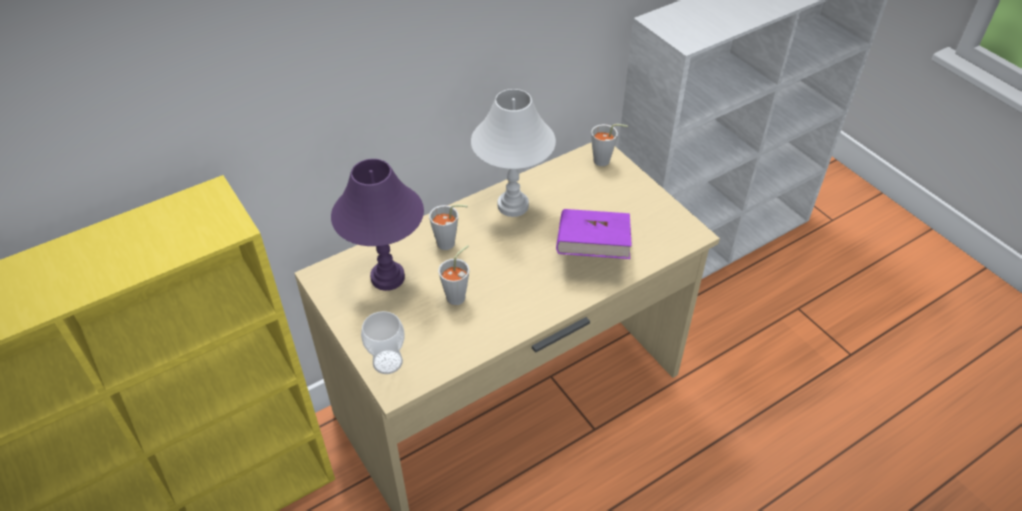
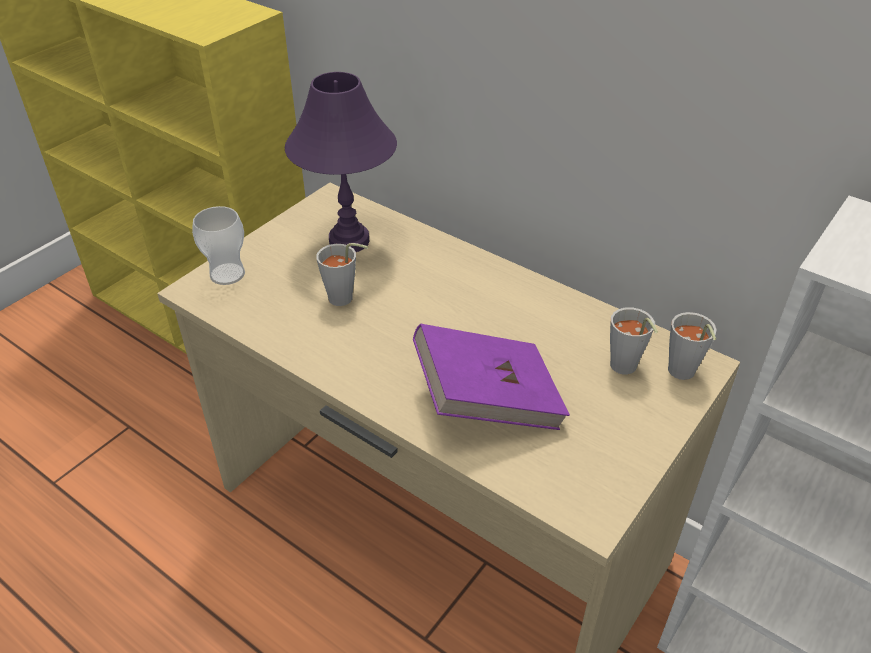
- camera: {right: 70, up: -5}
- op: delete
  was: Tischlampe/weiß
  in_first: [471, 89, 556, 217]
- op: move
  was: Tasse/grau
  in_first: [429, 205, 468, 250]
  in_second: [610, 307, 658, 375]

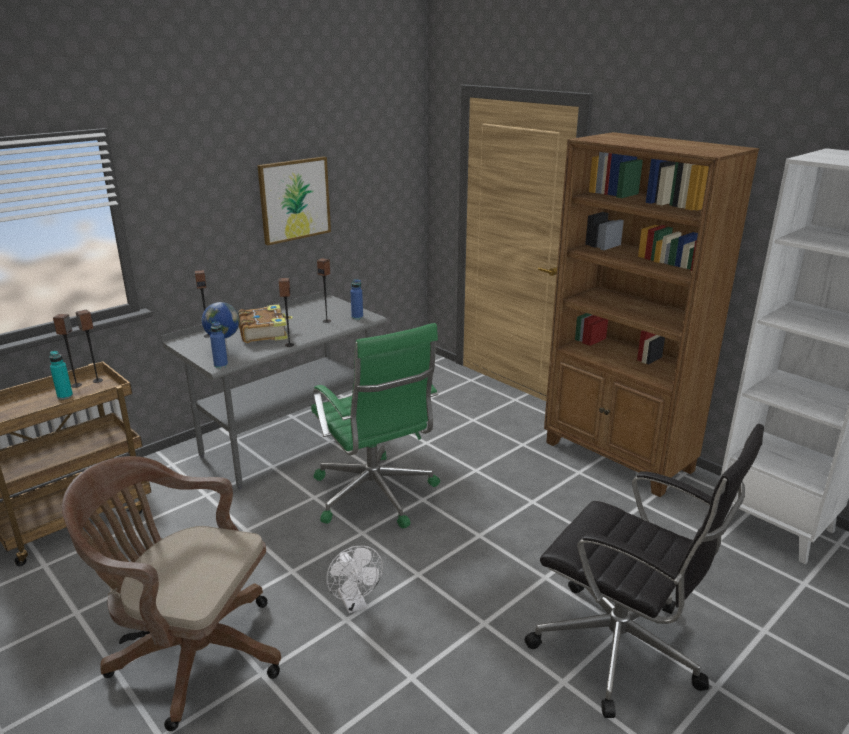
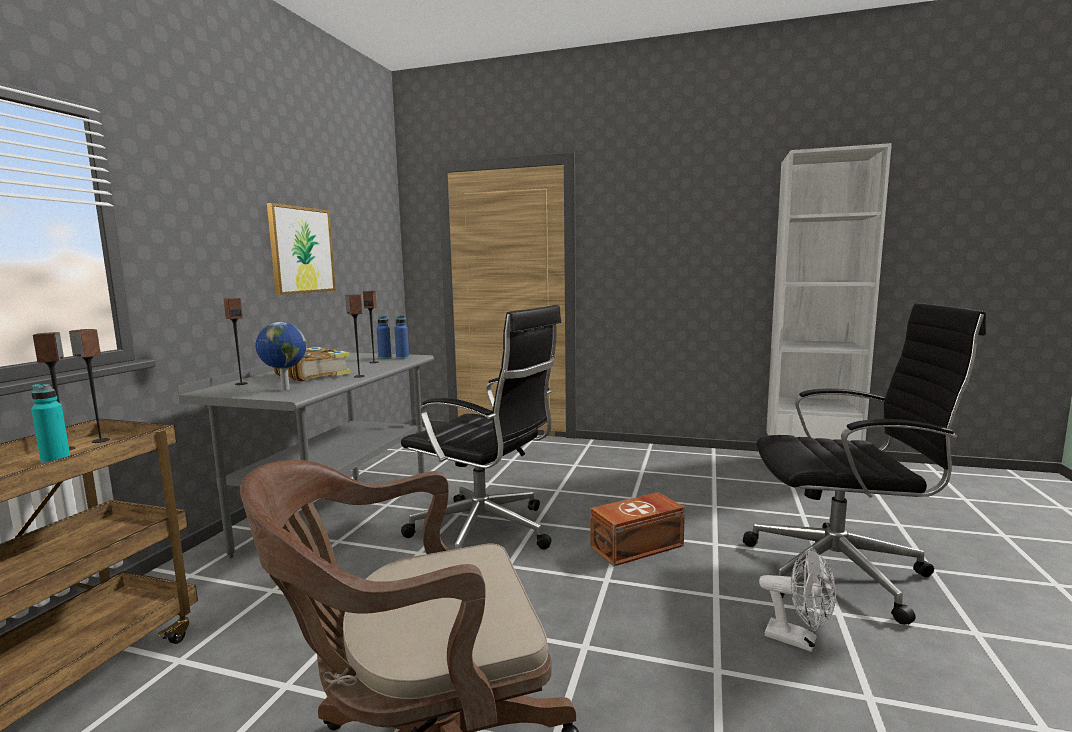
- camera: {right: -30, up: -15}
- op: delete
  was: Bücherregal/braun
  in_first: [544, 132, 759, 497]
- op: insert
  now: Aufbewahrungsbox/braun
  in_second: [590, 492, 685, 566]
- op: move
  was: Flasche/blau
  in_first: [210, 322, 228, 368]
  in_second: [377, 316, 391, 359]
- op: move
  was: Ventilator/weiß
  in_first: [326, 546, 383, 613]
  in_second: [759, 548, 836, 652]
- op: recolor
  was: Bürostuhl/grün
  now: Bürostuhl/schwarz
  in_first: [311, 323, 440, 528]
  in_second: [401, 305, 561, 549]

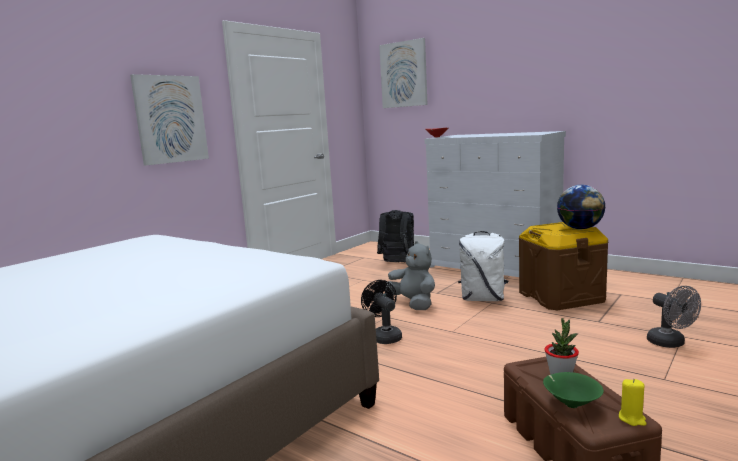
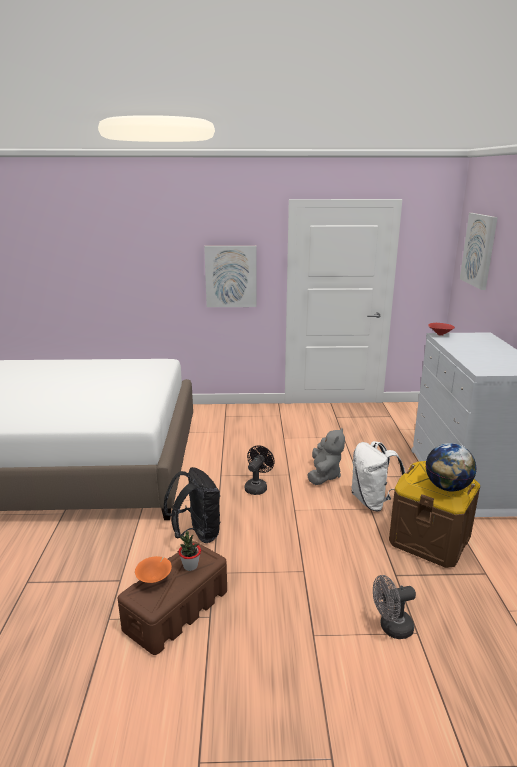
- camera: {right: 50, up: 10}
- op: delete
  was: Kerze/gelb
  in_first: [619, 379, 646, 426]
- op: move
  was: Rucksack/schwarz
  in_first: [377, 210, 414, 262]
  in_second: [163, 467, 220, 543]
- op: recolor
  was: Schüssel/grün
  now: Schüssel/orange
  in_first: [543, 372, 604, 408]
  in_second: [135, 556, 172, 583]
- op: rotate
  was: Ventilator/grau
  in_first: [647, 286, 701, 348]
  in_second: [373, 575, 416, 639]
  clockwise: 45

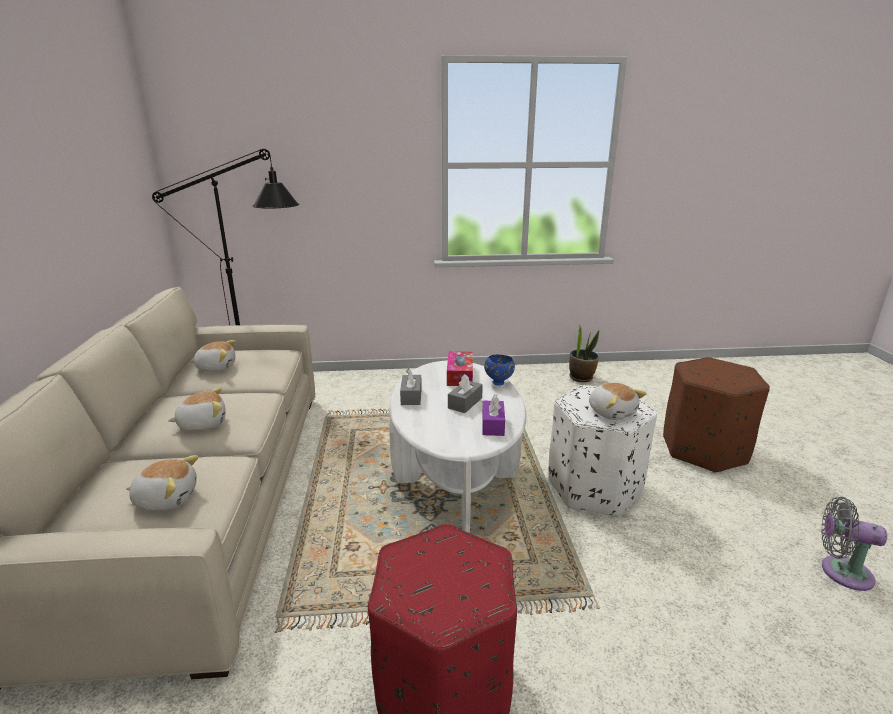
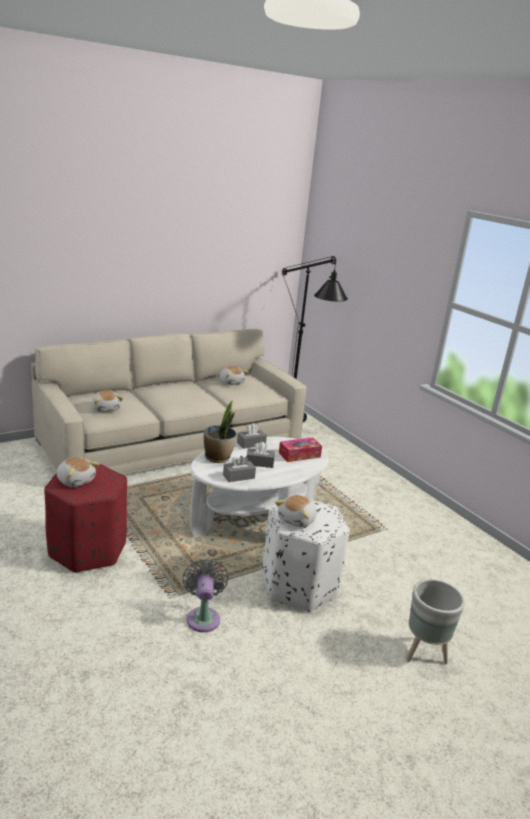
- camera: {right: 60, up: 0}
- op: delete
  was: Schüssel/blau
  in_first: [484, 355, 515, 385]
- op: move
  was: Plüschtier
  in_first: [168, 388, 226, 431]
  in_second: [56, 457, 100, 487]
- op: move
  was: Topfpflanze
  in_first: [569, 324, 599, 382]
  in_second: [204, 400, 237, 463]
- op: move
  was: Ventilator/grau
  in_first: [821, 497, 887, 591]
  in_second: [182, 558, 229, 632]
- op: replace
  was: Polsterhocker/braun
  now: Pflanzkübel/grau
  in_first: [663, 357, 770, 473]
  in_second: [406, 579, 465, 664]
- op: recolor
  was: Taschentuchbox/lila
  now: Taschentuchbox/grau
  in_first: [482, 394, 505, 436]
  in_second: [223, 456, 256, 482]

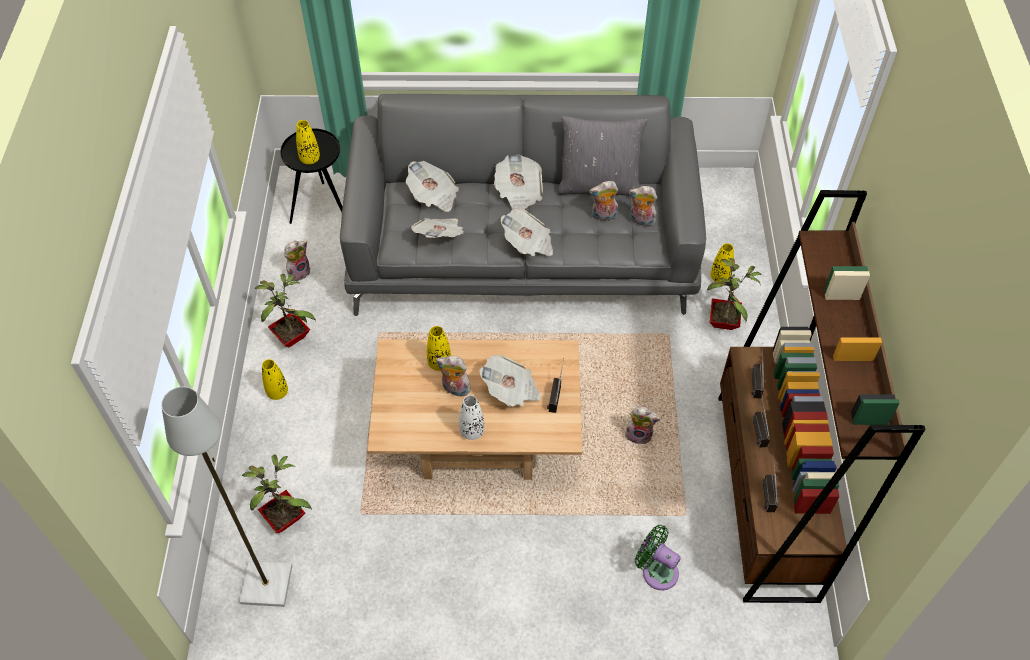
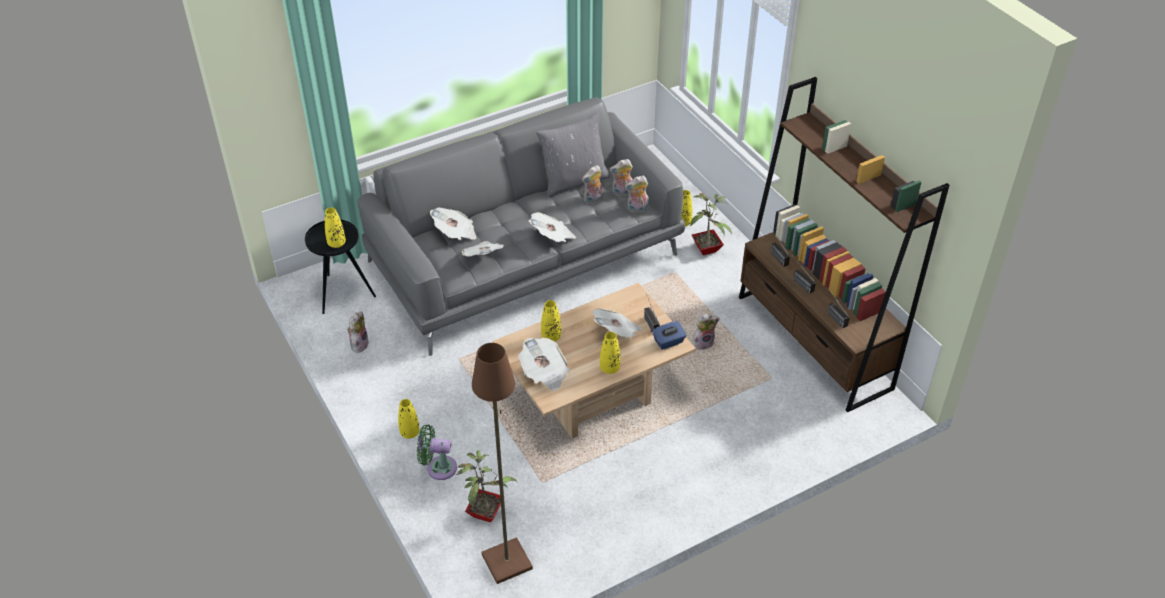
- camera: {right: -30, up: -10}
- op: delete
  was: Topfpflanze
  in_first: [254, 274, 316, 347]
- op: insert
  now: Taschentuchbox/blau
  in_second: [652, 321, 686, 350]
- op: move
  was: Plüschtier
  in_first: [436, 356, 471, 397]
  in_second: [625, 176, 649, 213]
- op: move
  was: Zeitung
  in_first: [494, 154, 543, 210]
  in_second: [518, 338, 570, 391]
- op: move
  was: Ventilator/grün
  in_first: [635, 525, 681, 590]
  in_second: [417, 425, 457, 480]
- op: recolor
  was: Stehlampe/grau
  now: Stehlampe/braun
  in_first: [161, 387, 292, 607]
  in_second: [472, 343, 533, 584]
- op: recolor
  was: Vase/weiß
  now: Vase/gelb
  in_first: [459, 395, 484, 440]
  in_second: [600, 332, 621, 374]

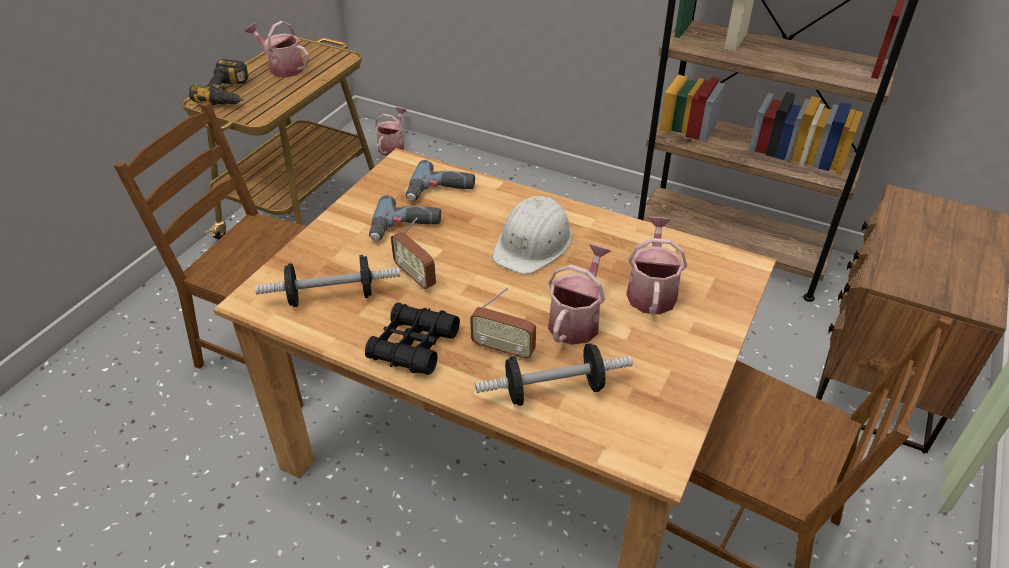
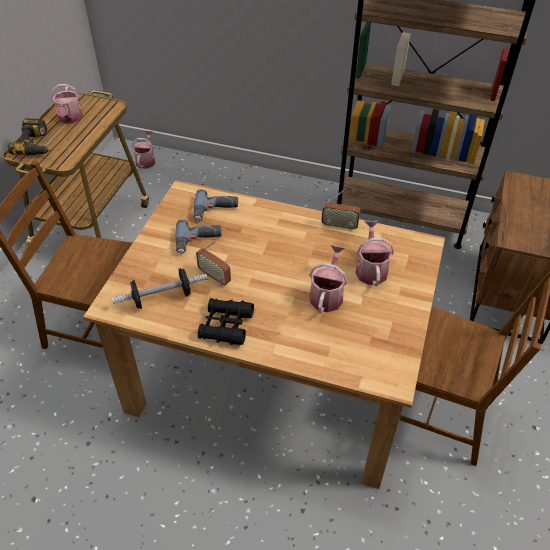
- camera: {right: -10, up: 5}
- op: delete
  was: Hantel
  in_first: [475, 343, 633, 406]
- op: delete
  was: Schutzhelm/weiß
  in_first: [492, 196, 572, 274]
- op: move
  was: Radio
  in_first: [470, 287, 536, 360]
  in_second: [322, 189, 360, 230]
- op: rotate
  was: Gießkanne
  in_first: [245, 21, 309, 78]
  in_second: [51, 84, 83, 124]
  clockwise: -120

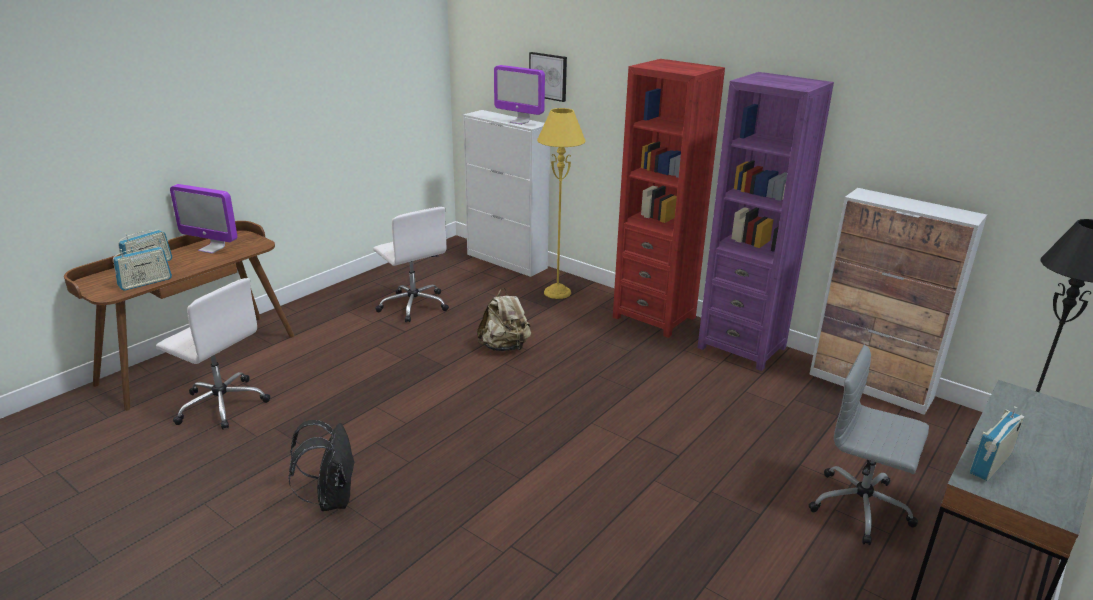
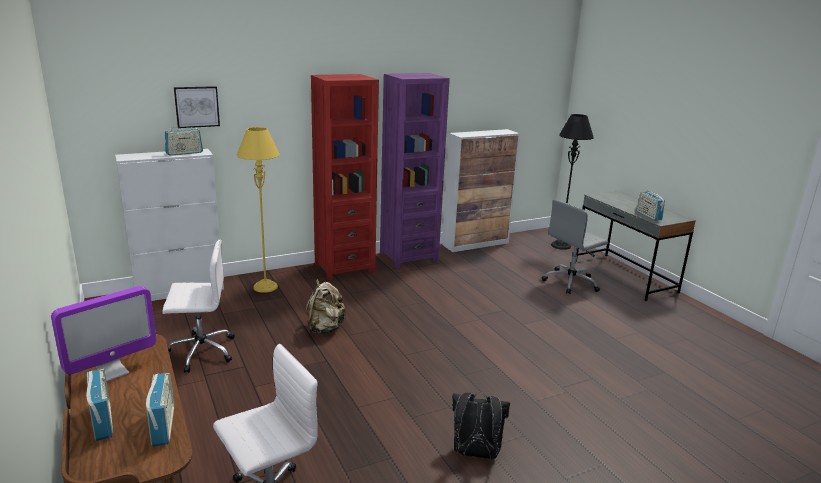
- camera: {right: -65, up: -5}
- op: replace
  was: Monitor
  now: Radio
  in_first: [494, 65, 545, 125]
  in_second: [164, 125, 203, 156]

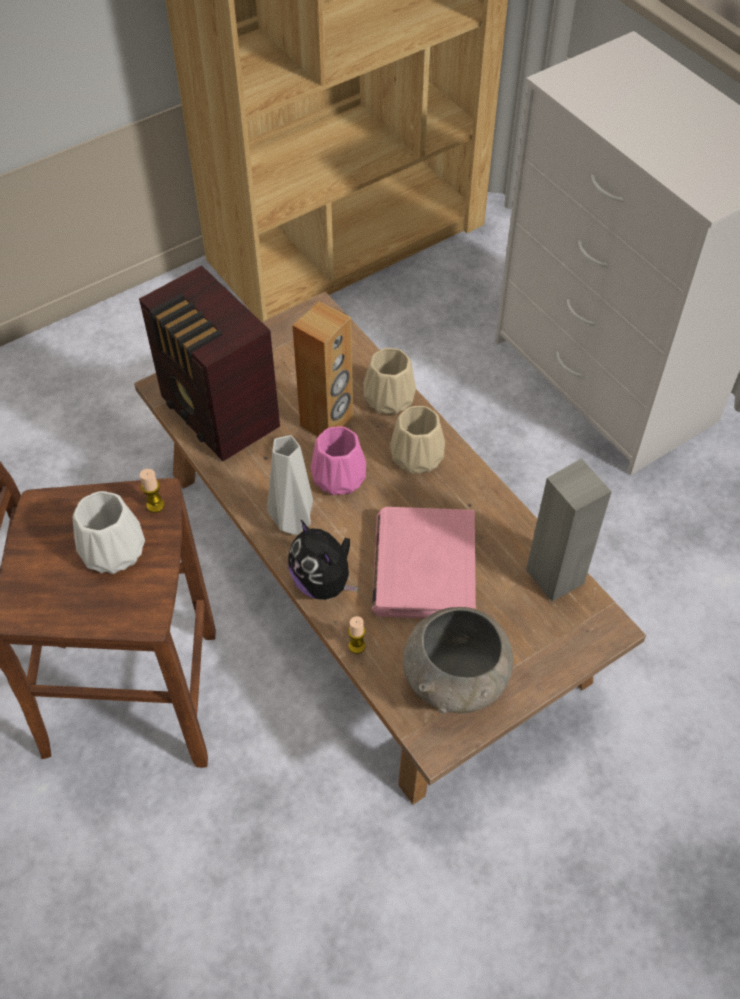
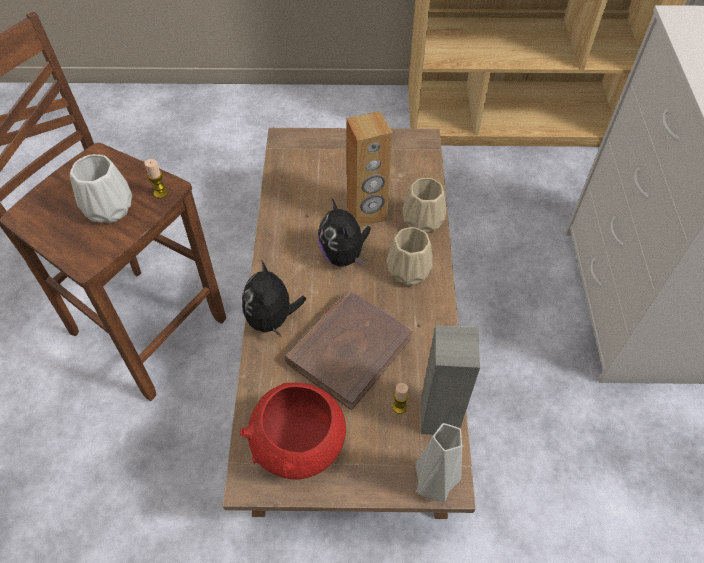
- camera: {right: 35, up: 0}
- op: delete
  was: Radio
  in_first: [139, 265, 280, 461]
- op: move
  was: Vase/grau
  in_first: [267, 435, 313, 535]
  in_second: [416, 423, 462, 502]
- op: move
  was: Kerze
  in_first: [348, 616, 365, 654]
  in_second: [392, 383, 409, 414]
- op: replace
  was: Vase/rosa
  now: Plüschtier
  in_first: [311, 426, 366, 495]
  in_second: [318, 199, 371, 267]
- op: recolor
  was: Buch/rosa
  now: Buch/braun
  in_first: [372, 507, 476, 618]
  in_second: [284, 291, 412, 410]
- op: recolor
  was: Schüssel/grau
  now: Schüssel/rot
  in_first: [403, 607, 513, 714]
  in_second: [240, 383, 346, 480]

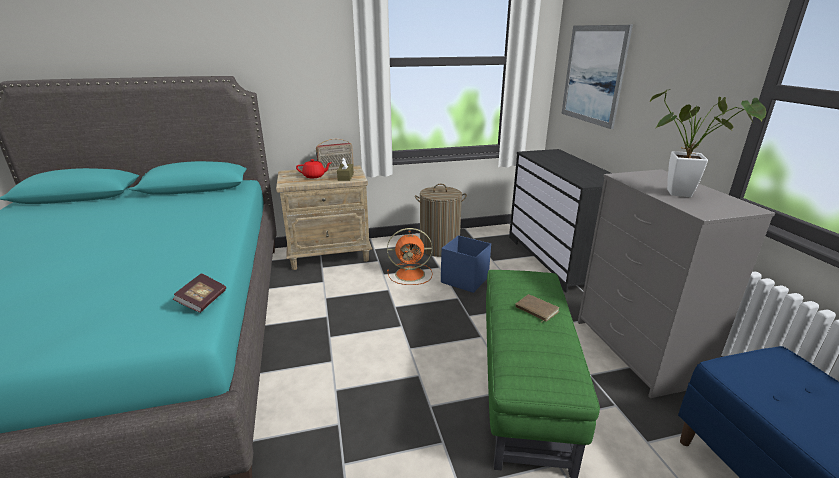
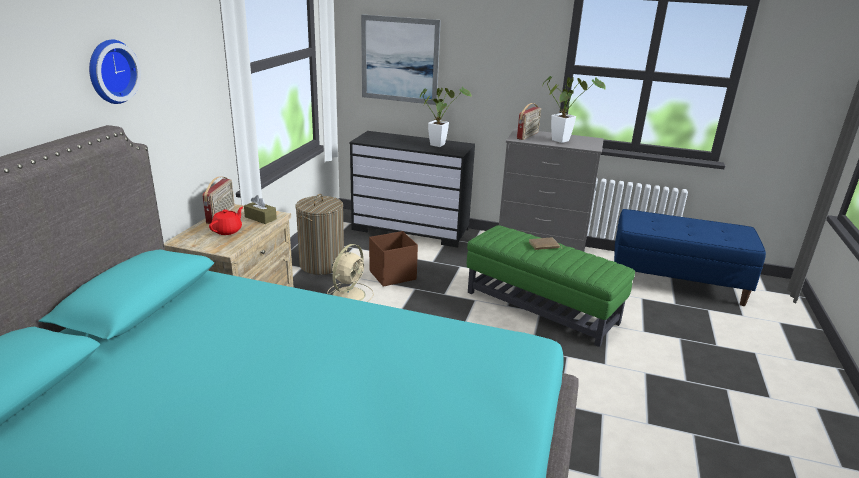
- camera: {right: -60, up: 0}
- op: delete
  was: Buch
  in_first: [173, 273, 226, 313]
- op: insert
  now: Wanduhr
  in_second: [89, 39, 141, 104]
- op: insert
  now: Topfpflanze
  in_second: [419, 87, 471, 147]
- op: insert
  now: Radio
  in_second: [517, 103, 541, 140]
- op: recolor
  was: Ventilator/orange
  now: Ventilator/beige
  in_first: [387, 228, 433, 285]
  in_second: [327, 244, 374, 302]
- op: recolor
  was: Aufbewahrungsbox/blau
  now: Aufbewahrungsbox/braun
  in_first: [441, 235, 491, 293]
  in_second: [369, 231, 418, 287]

